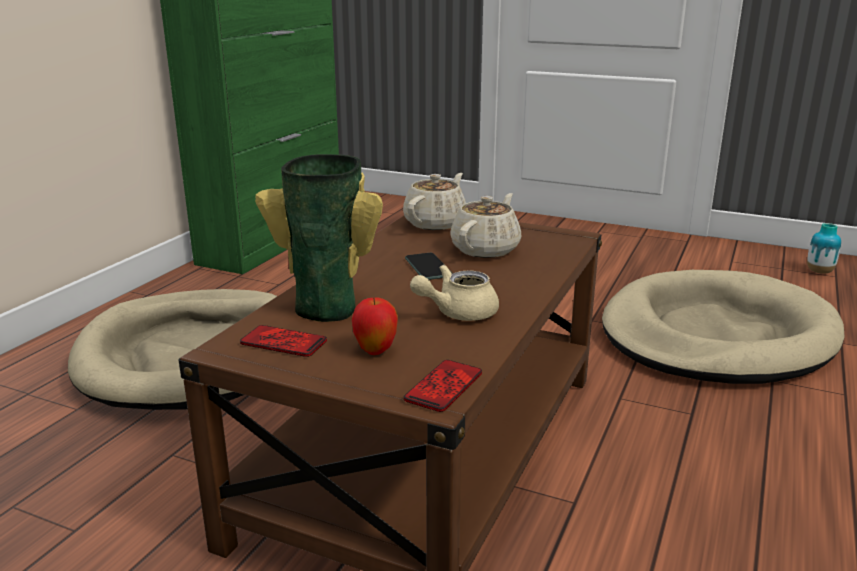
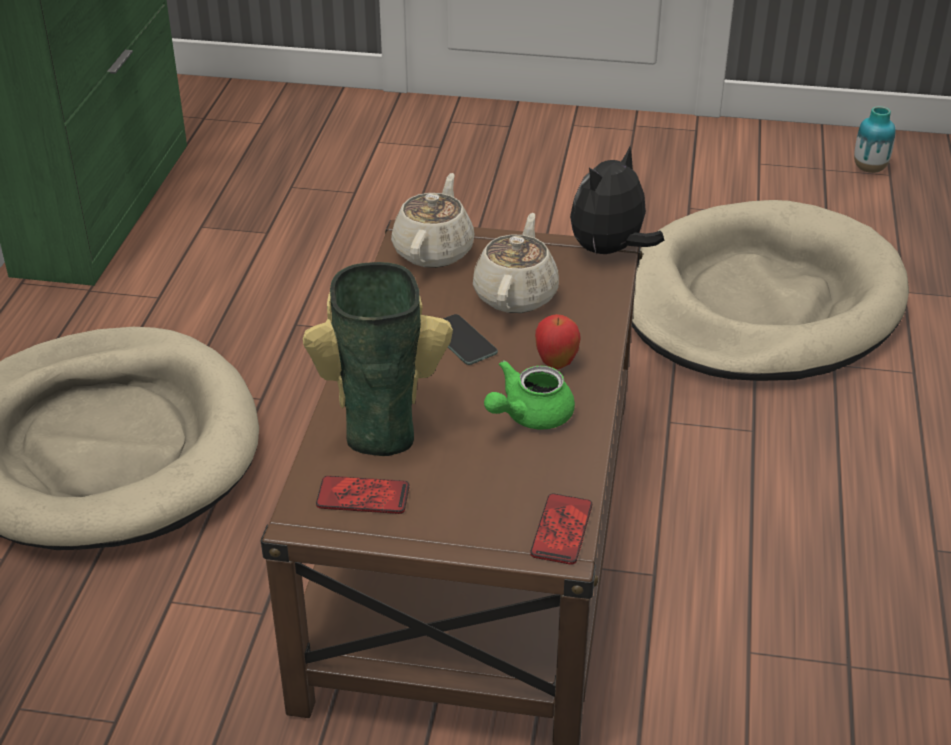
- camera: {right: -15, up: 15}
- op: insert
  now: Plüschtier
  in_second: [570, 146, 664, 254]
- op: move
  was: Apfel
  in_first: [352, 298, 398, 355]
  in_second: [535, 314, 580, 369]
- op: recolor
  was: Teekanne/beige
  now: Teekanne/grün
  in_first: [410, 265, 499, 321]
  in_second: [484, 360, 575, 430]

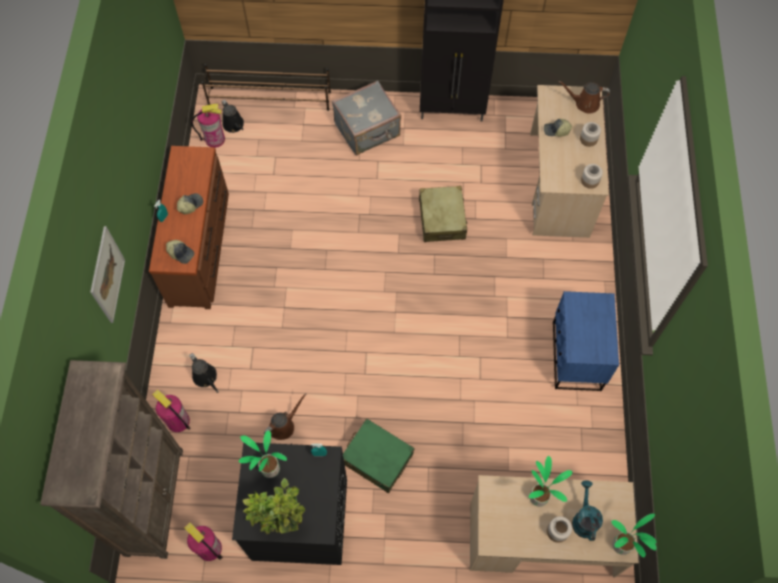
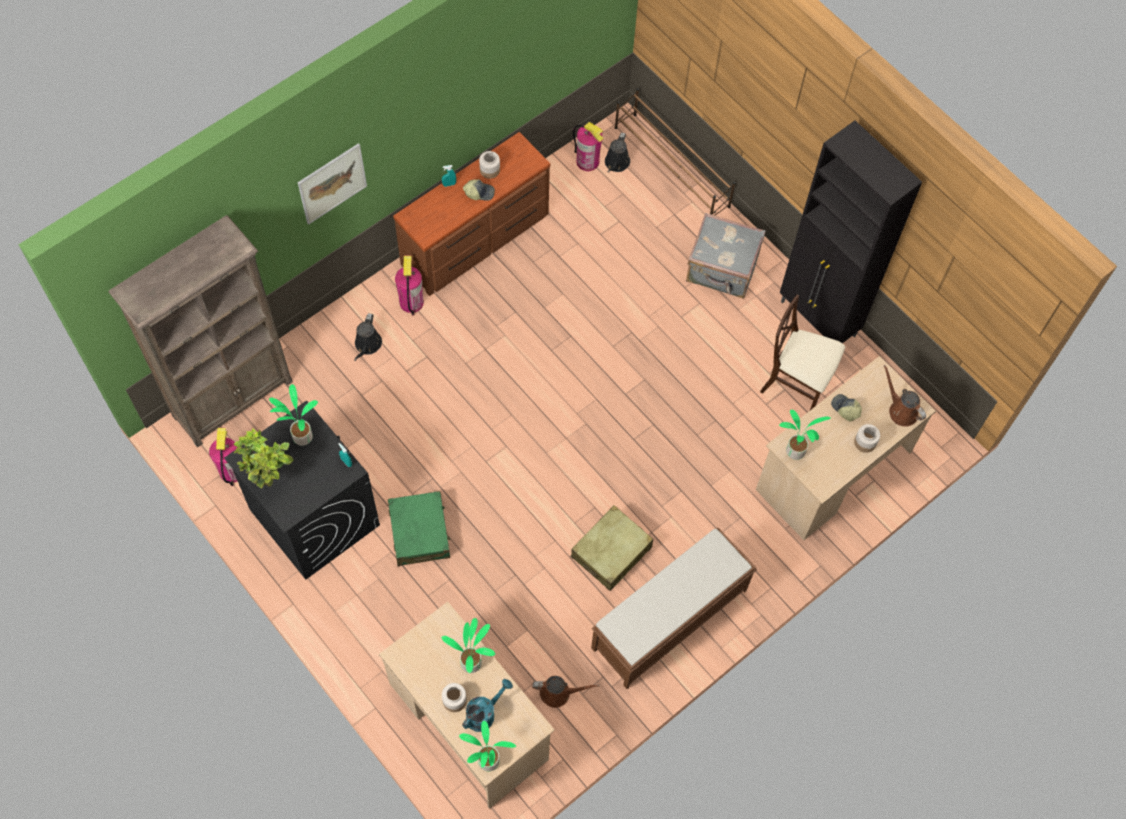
- camera: {right: 45, up: 0}
- op: delete
  was: Kappe
  in_first: [166, 240, 194, 264]
- op: insert
  now: Stuhl/beige
  in_second: [760, 295, 845, 410]
- op: insert
  now: Topfpflanze
  in_second: [779, 410, 831, 460]
- op: move
  was: Feuerlöscher
  in_first: [152, 389, 190, 432]
  in_second: [395, 256, 424, 315]
- op: move
  was: Gießkanne/braun
  in_first: [264, 393, 307, 440]
  in_second: [532, 676, 599, 708]
- op: move
  was: Koffer/beige
  in_first: [419, 186, 467, 242]
  in_second: [571, 505, 653, 591]
- op: move
  was: Vorratsglas
  in_first: [581, 164, 603, 189]
  in_second: [479, 151, 500, 179]
- op: replace
  was: Nachttisch/blau
  now: Bank/braun
  in_first: [553, 291, 619, 391]
  in_second: [591, 528, 757, 689]

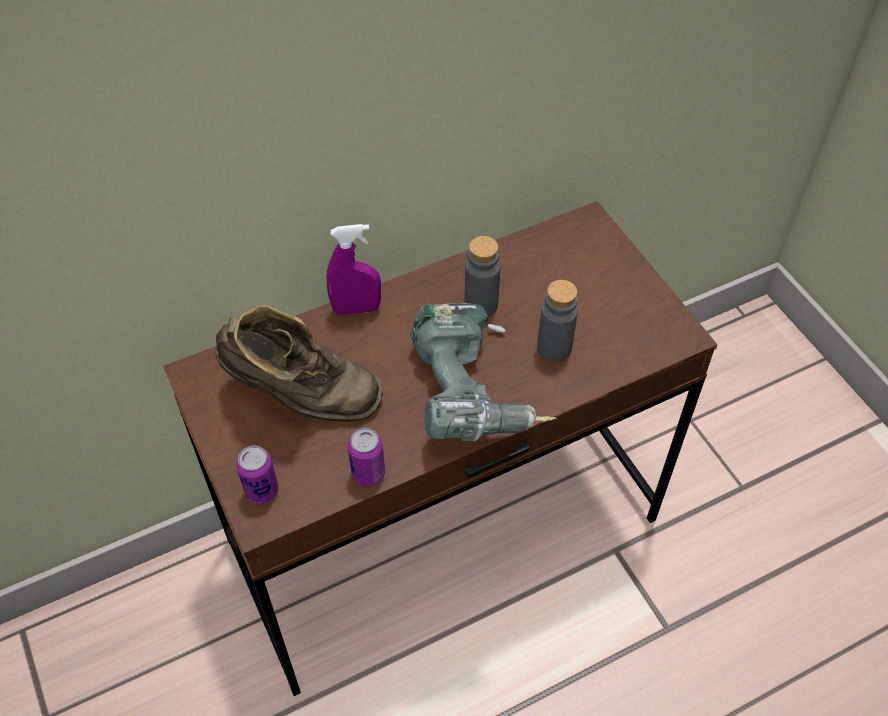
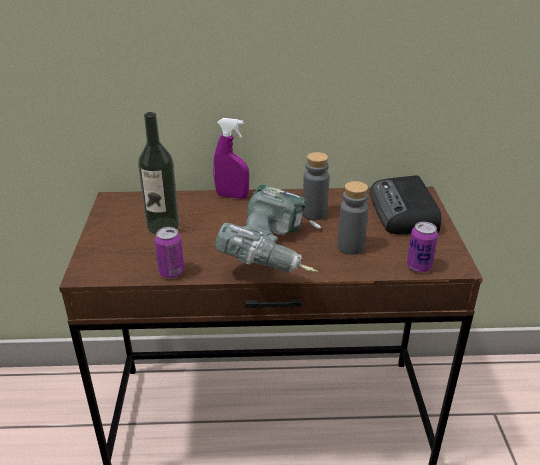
- camera: {right: 25, up: -20}
- op: insert
  now: Radio
  in_second: [370, 175, 441, 235]
- op: move
  was: Dose
  in_first: [236, 445, 279, 504]
  in_second: [407, 222, 438, 273]
- op: replace
  was: Stiefel/braun
  now: Flasche
  in_first: [215, 304, 383, 422]
  in_second: [138, 112, 179, 234]

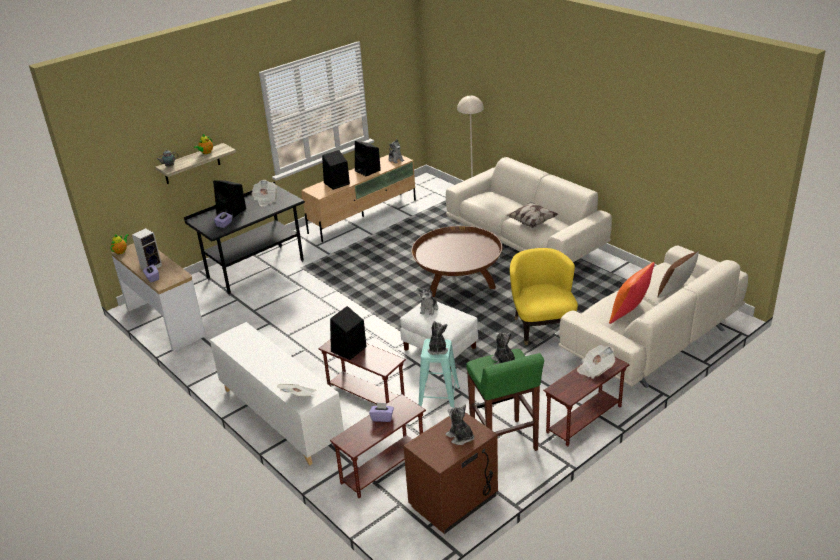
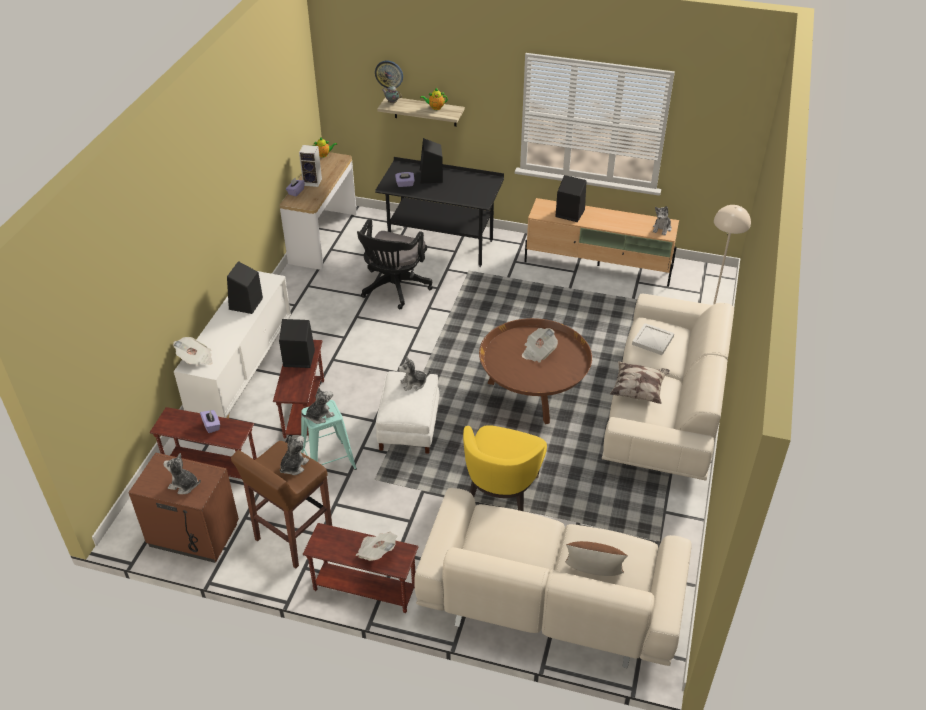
- camera: {right: 55, up: 10}
- op: delete
  was: Kissen/orange
  in_first: [609, 262, 655, 324]
- op: insert
  now: Bürostuhl/schwarz
  in_second: [357, 219, 433, 309]
- op: insert
  now: Wanduhr
  in_second: [375, 61, 403, 88]
- op: insert
  now: Tablett/weiß
  in_second: [632, 323, 674, 355]
- op: move
  was: Zeitung
  in_first: [252, 180, 278, 206]
  in_second: [522, 328, 558, 363]
- op: move
  was: Lautsprecher/schwarz
  in_first: [355, 141, 381, 176]
  in_second: [227, 261, 263, 314]
- op: recolor
  was: Hocker/grün
  now: Hocker/braun
  in_first: [466, 349, 544, 451]
  in_second: [231, 441, 332, 569]
- op: rotate
  was: Plüschtier
  in_first: [445, 404, 474, 445]
  in_second: [163, 453, 201, 494]
  clockwise: -90
- op: rotate
  was: Sessel/gelb
  in_first: [510, 248, 578, 345]
  in_second: [463, 425, 547, 511]
  clockwise: 150

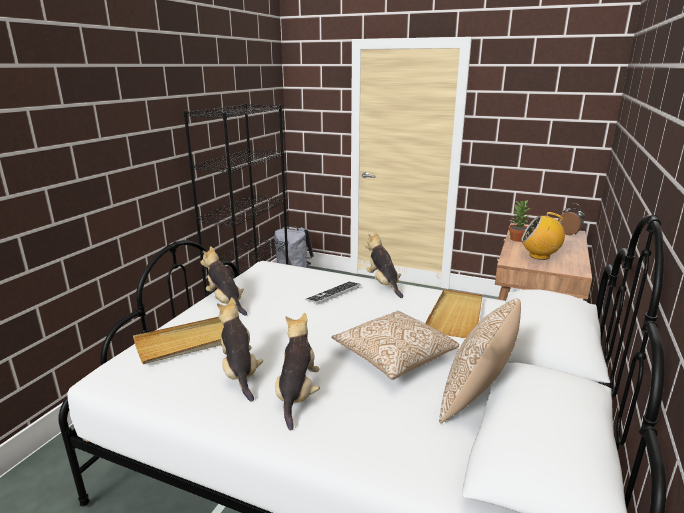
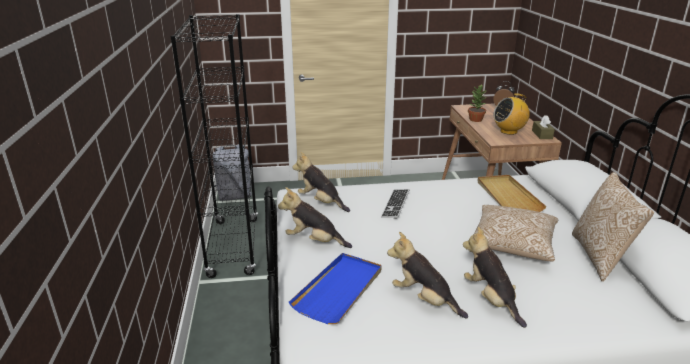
- camera: {right: -30, up: 5}
- op: insert
  now: Taschentuchbox/braun
  in_second: [532, 115, 555, 139]
- op: move
  was: Plüschtier
  in_first: [365, 232, 403, 298]
  in_second: [292, 152, 350, 212]
- op: recolor
  was: Tablett/beige
  now: Tablett/blau
  in_first: [133, 317, 223, 364]
  in_second: [289, 253, 382, 324]

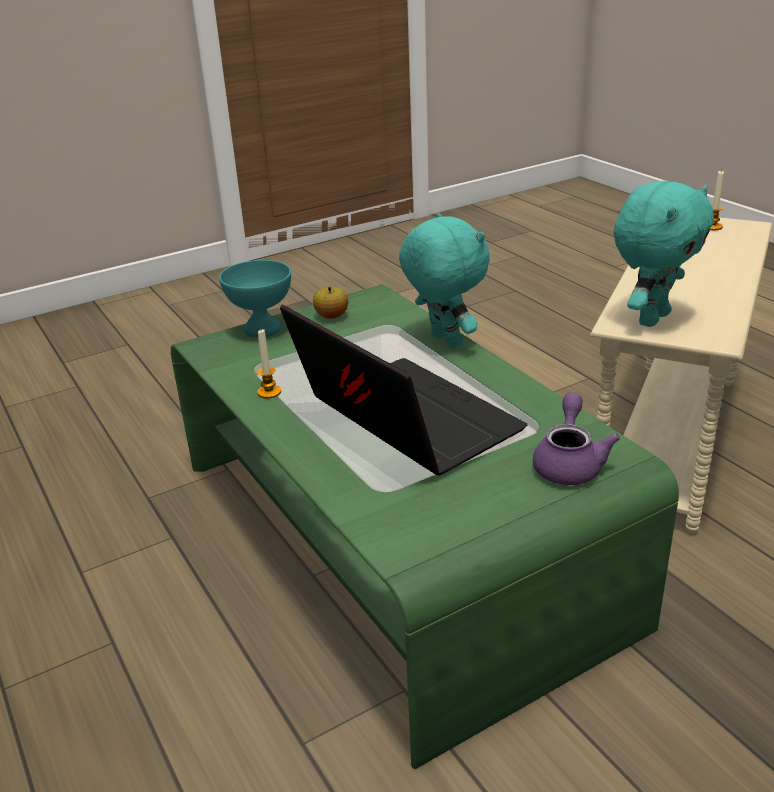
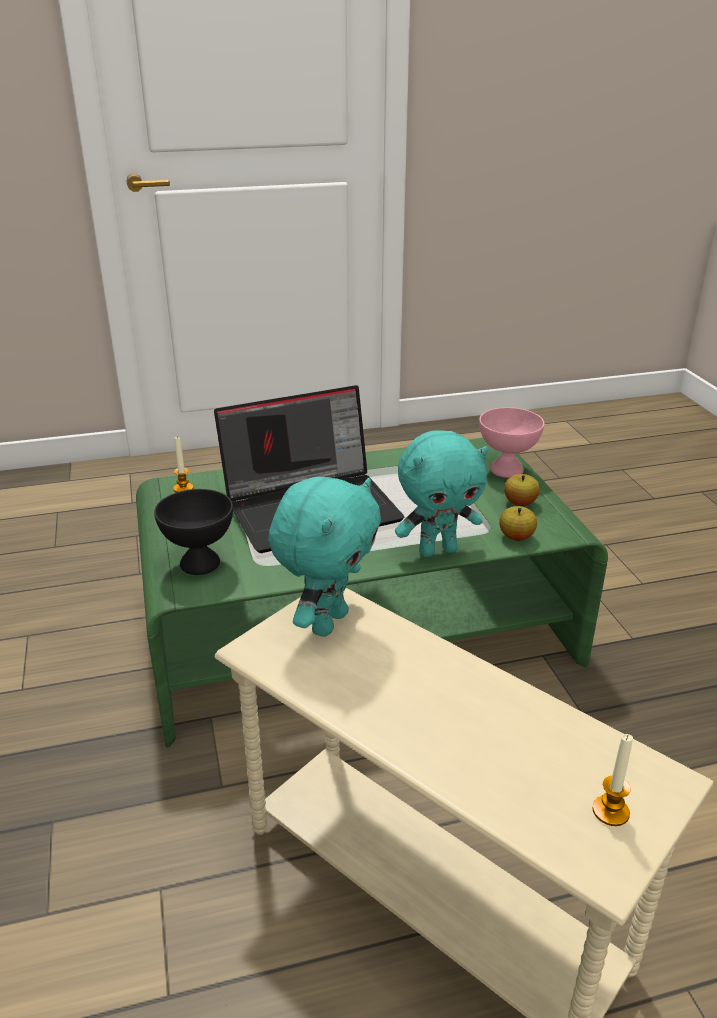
- camera: {right: 105, up: 0}
- op: insert
  now: Apfel
  in_second: [499, 506, 537, 541]
- op: move
  was: Kerze
  in_first: [257, 329, 281, 399]
  in_second: [173, 437, 193, 492]
- op: replace
  was: Teekanne/lila
  now: Schüssel/schwarz
  in_first: [533, 393, 620, 485]
  in_second: [154, 489, 233, 575]
- op: recolor
  was: Schüssel/türkis
  now: Schüssel/rosa
  in_first: [219, 260, 291, 338]
  in_second: [479, 407, 544, 478]
- op: rotate
  was: Plüschtier/türkis
  in_first: [614, 181, 714, 327]
  in_second: [268, 476, 381, 637]
  clockwise: -120

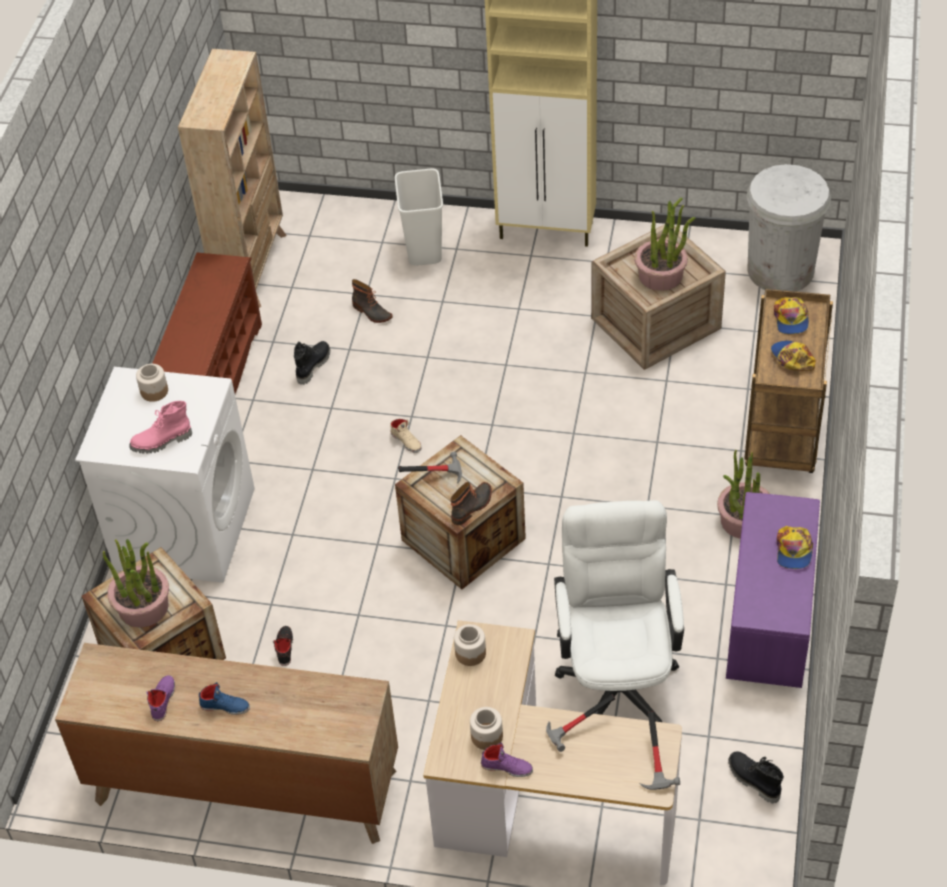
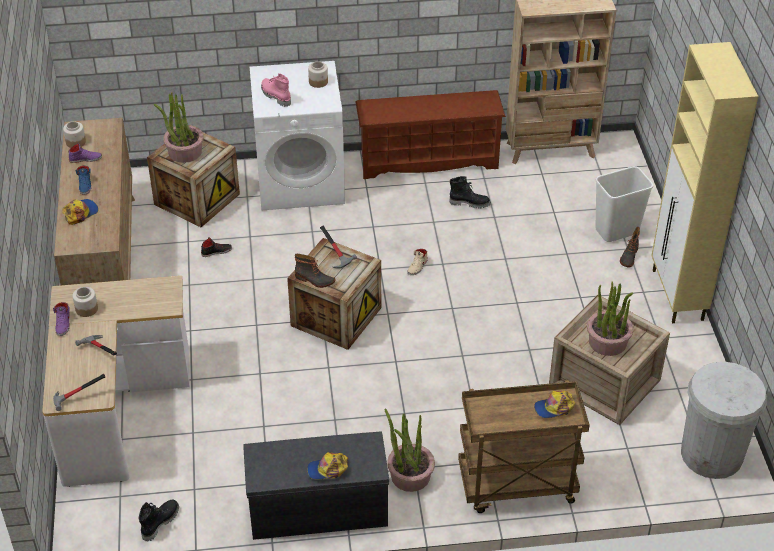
- camera: {right: 70, up: -5}
- op: delete
  was: Bürostuhl/weiß
  in_first: [554, 500, 684, 722]
- op: move
  was: Stiefel
  in_first: [352, 279, 393, 323]
  in_second: [620, 227, 640, 268]
- op: move
  was: Vorratsglas
  in_first: [454, 624, 486, 666]
  in_second: [63, 121, 86, 148]
- op: move
  was: Kappe
  in_first: [771, 341, 816, 371]
  in_second: [62, 199, 98, 225]
- op: recolor
  was: Bank/lila
  now: Bank/grau
  in_first: [726, 492, 820, 688]
  in_second: [243, 431, 389, 540]

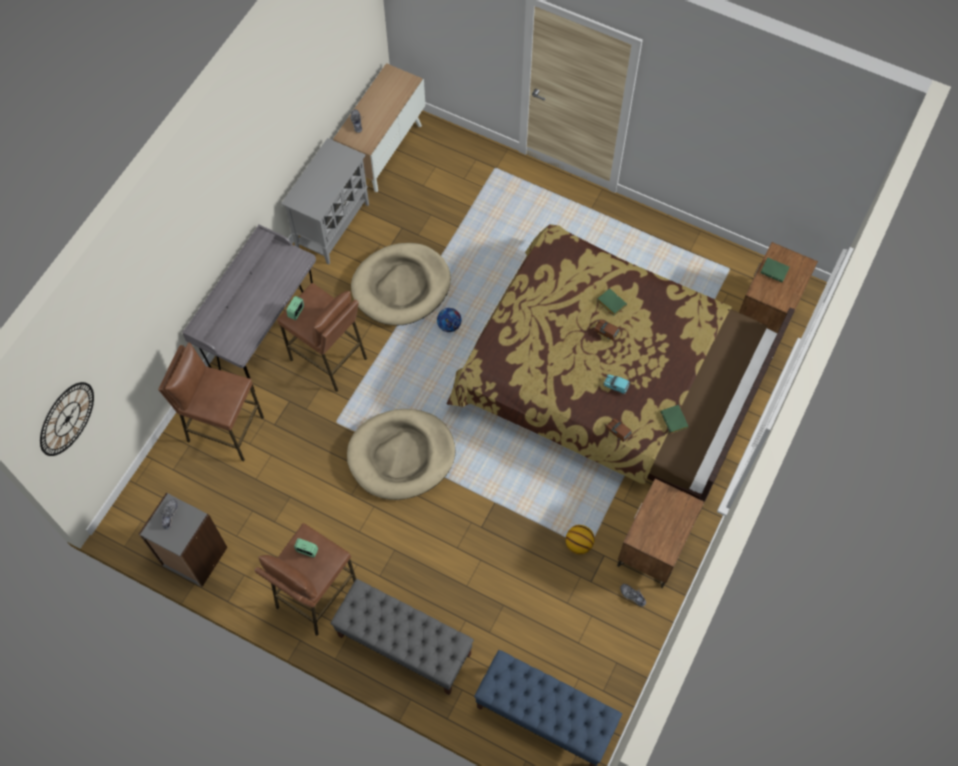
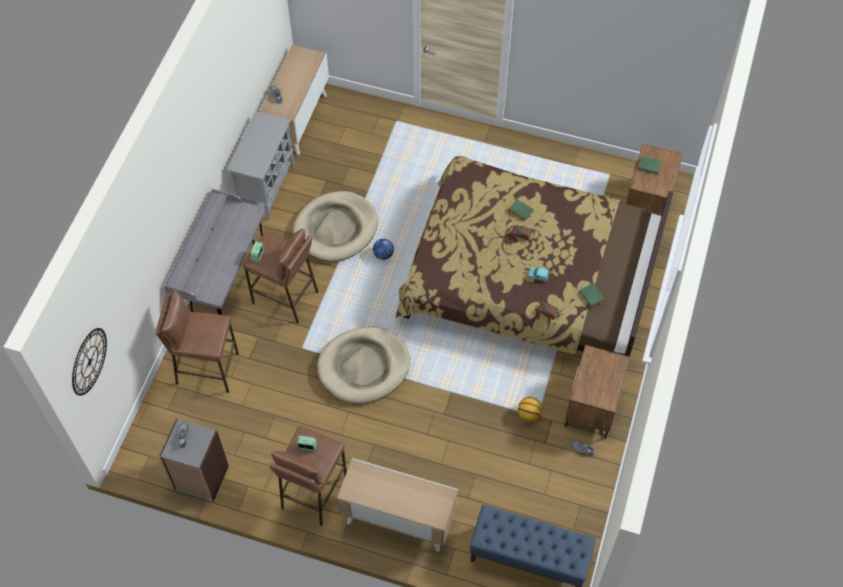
- camera: {right: -10, up: -5}
- op: replace
  was: Bank/grau
  now: Schrank
  in_first: [330, 579, 474, 695]
  in_second: [337, 458, 458, 552]

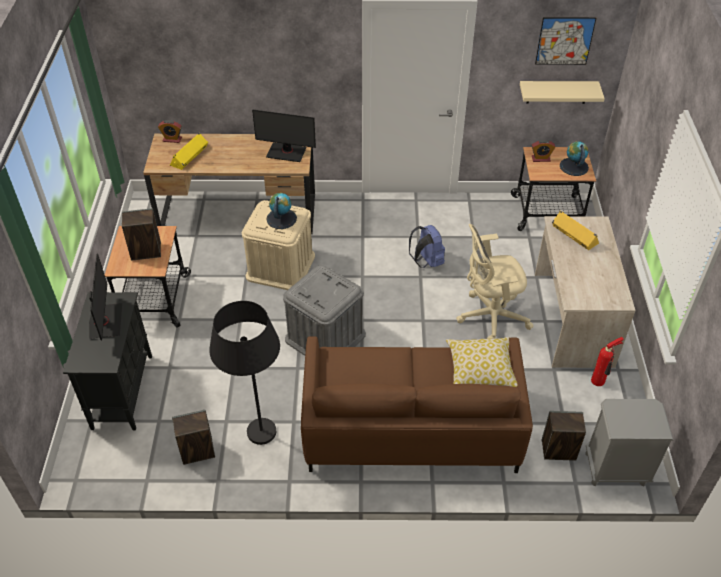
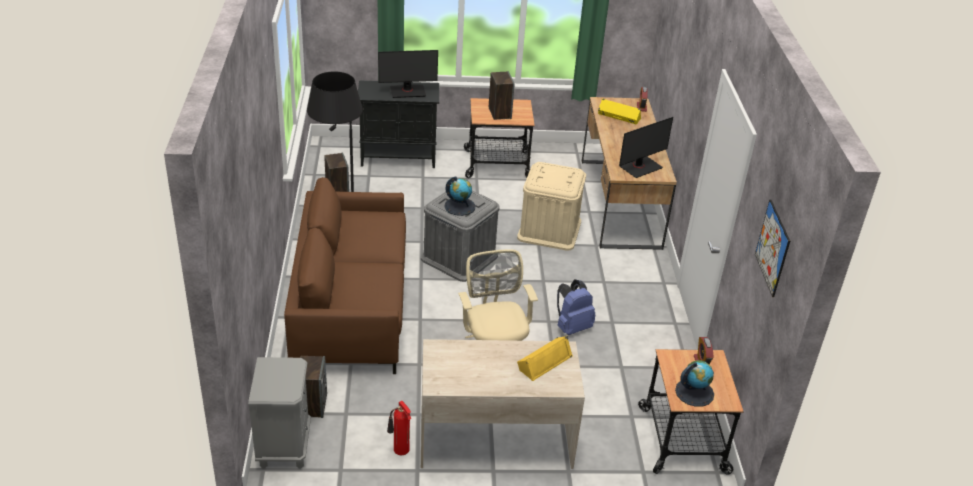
- camera: {right: 85, up: -10}
- op: delete
  was: Kissen
  in_first: [446, 337, 518, 387]
- op: delete
  was: Wandregal/beige
  in_first: [520, 81, 605, 104]
- op: move
  was: Globus
  in_first: [266, 193, 297, 229]
  in_second: [444, 176, 475, 216]
- op: rotate
  was: Monitor
  in_first: [252, 109, 316, 162]
  in_second: [619, 117, 673, 178]
  clockwise: -135

